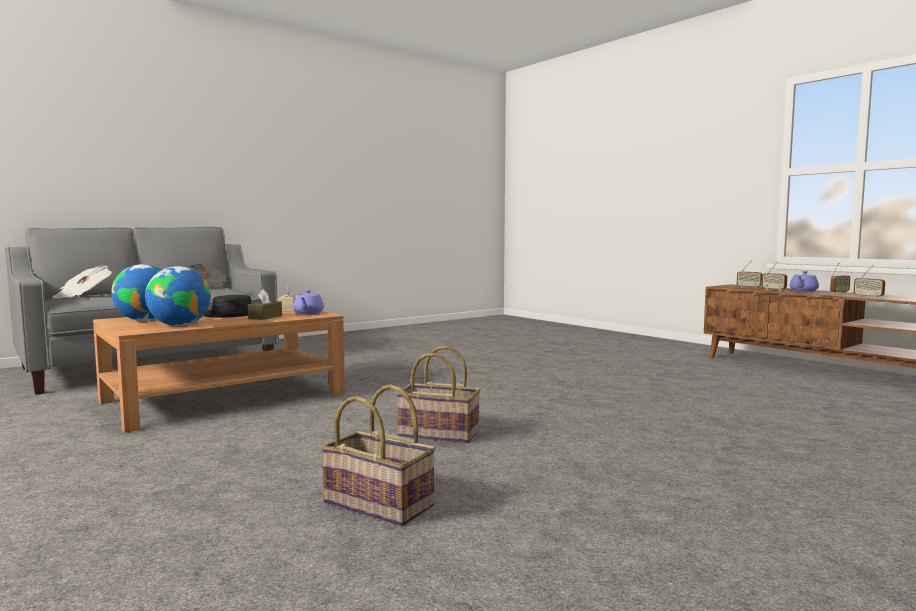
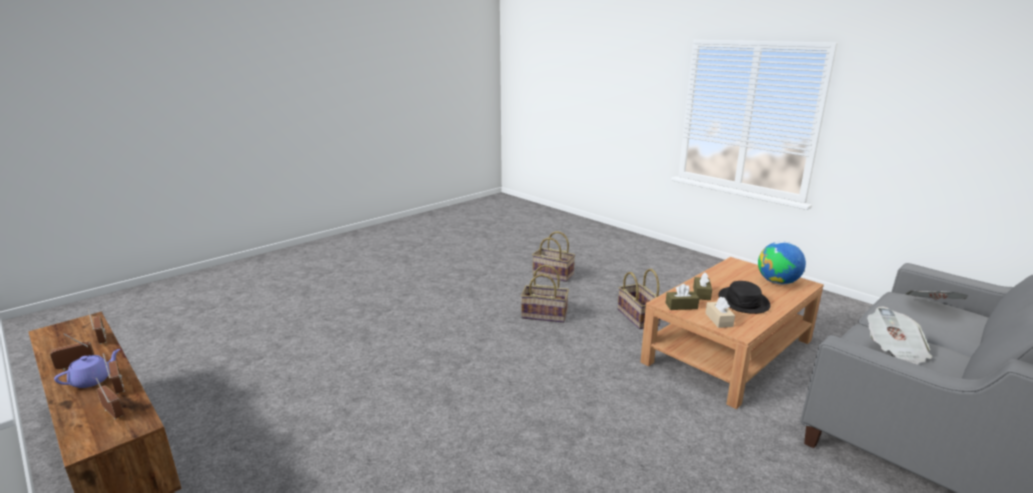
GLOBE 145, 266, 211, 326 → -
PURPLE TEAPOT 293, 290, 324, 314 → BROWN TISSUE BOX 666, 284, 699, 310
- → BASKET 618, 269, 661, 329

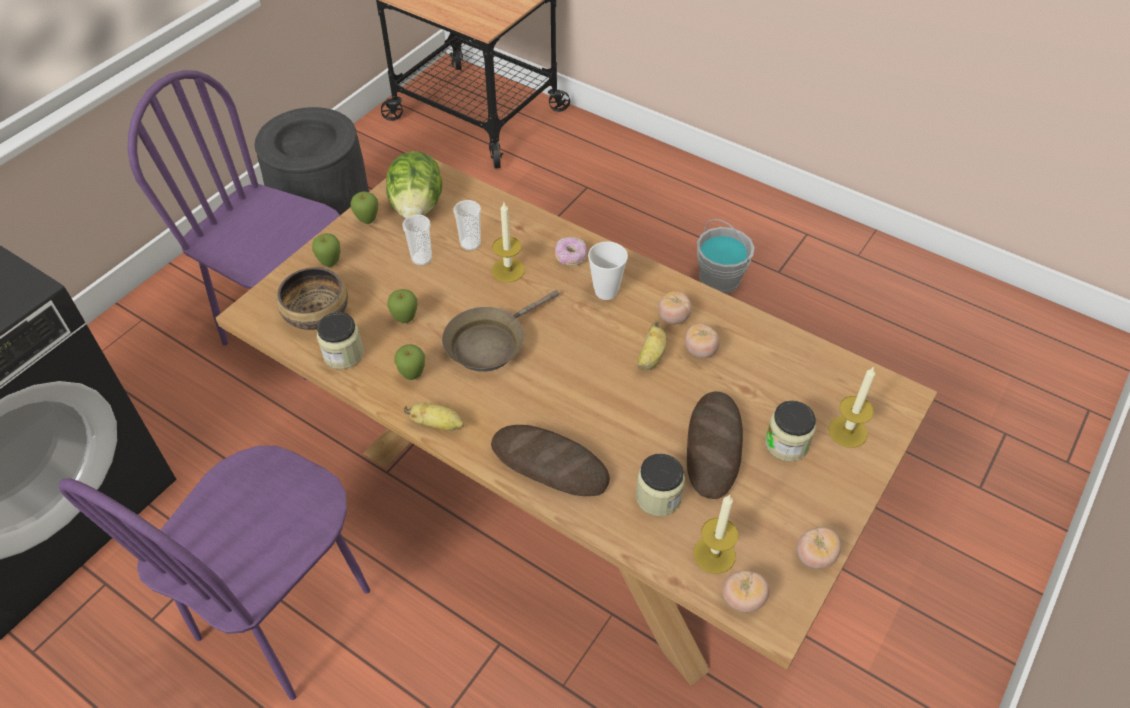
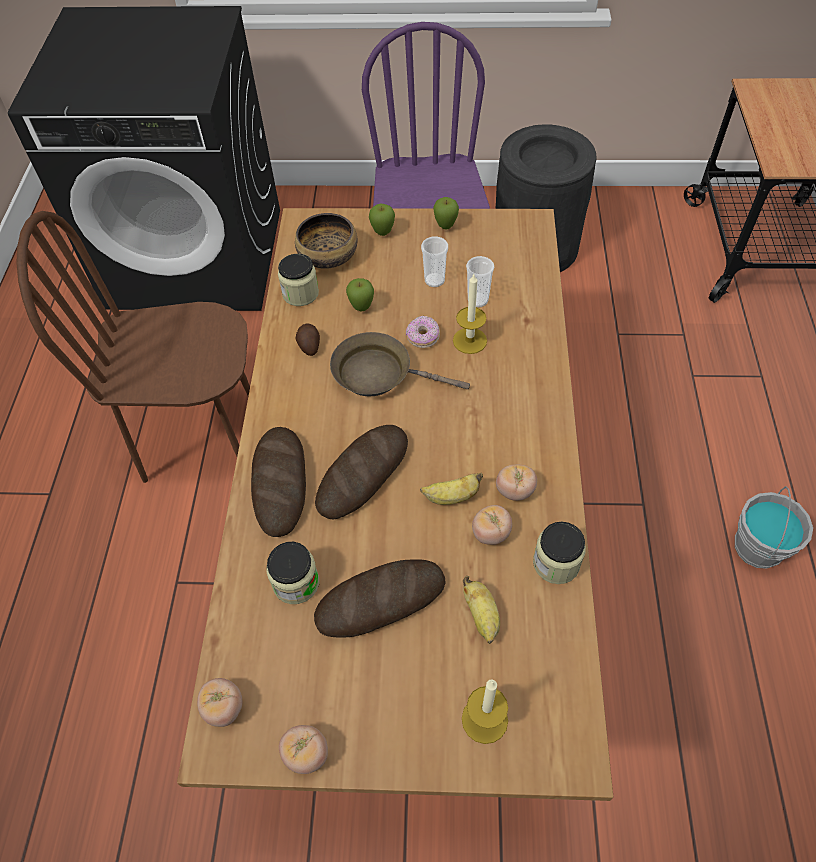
PURPLE CHAIR 58, 446, 370, 700 → BROWN CHAIR 16, 211, 250, 483
LETTUCE 386, 151, 442, 219 → -
APPLE 394, 344, 425, 380 → POTATO 296, 324, 320, 356
BANANA 404, 402, 464, 431 → BANANA 463, 576, 500, 644, relocated
DONUT 555, 237, 587, 266 → DONUT 406, 316, 440, 348, relocated
CUP 588, 241, 628, 300 → -
CANDLE 693, 494, 738, 574 → -
JAR 765, 401, 816, 461 → JAR 533, 521, 586, 584, relocated
- → BREAD 315, 425, 408, 519

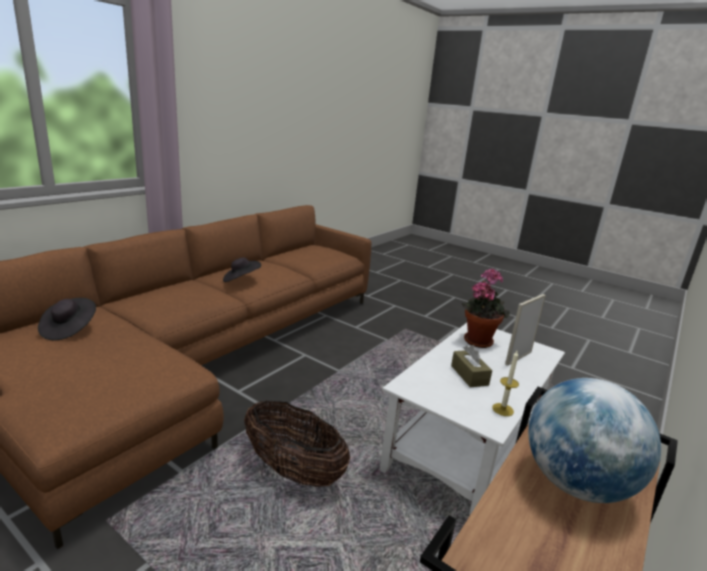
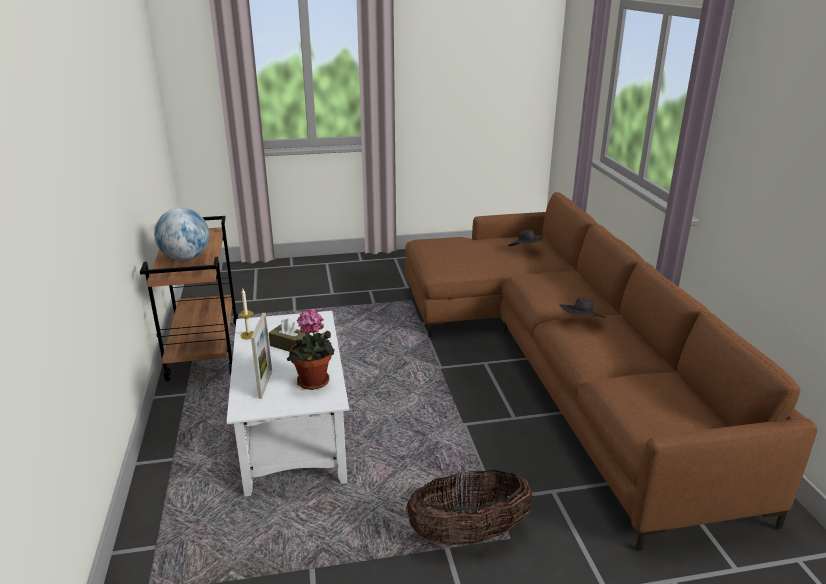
BASKET 244, 400, 350, 487 → BASKET 406, 469, 533, 545, relocated

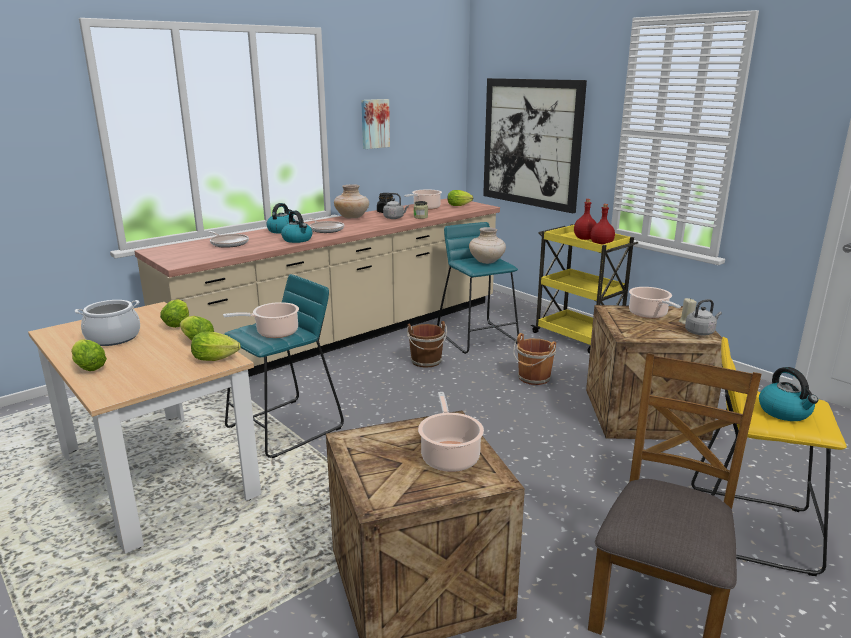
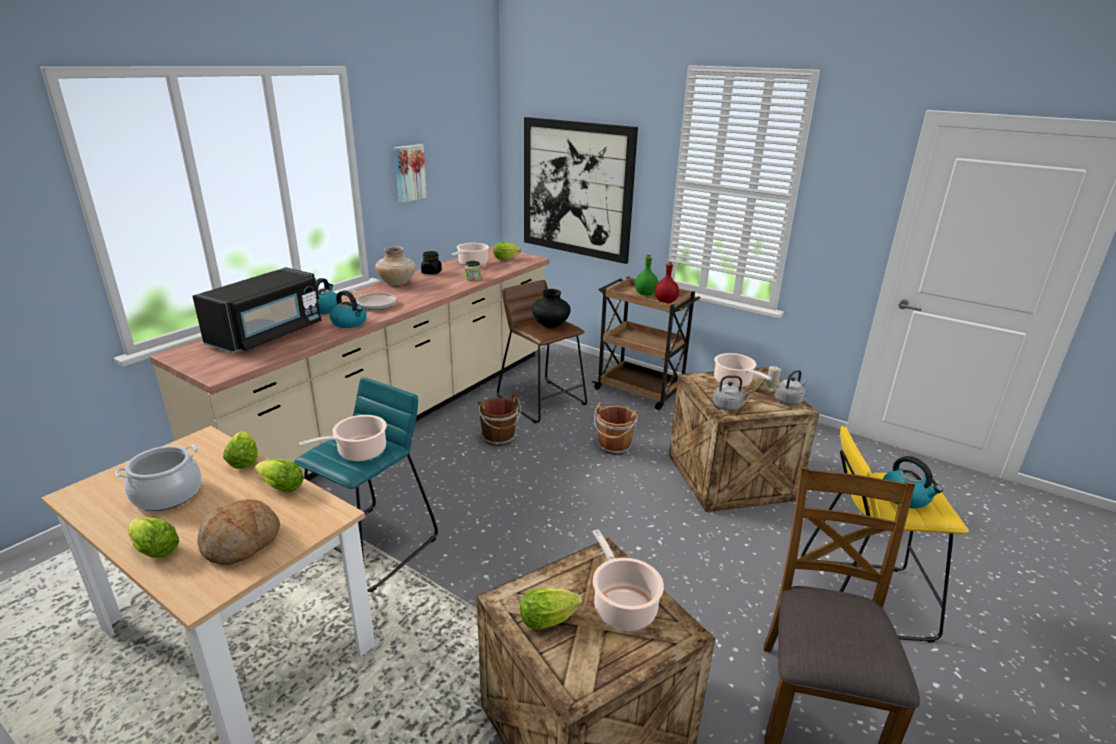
LETTUCE 191, 331, 240, 361 → LETTUCE 520, 588, 583, 630, relocated
FRYING PAN 209, 231, 249, 248 → BLACK MICROWAVE 193, 267, 322, 353
GREY KETTLE 383, 193, 409, 219 → GREY KETTLE 713, 375, 753, 411, relocated
TURQUOISE STOOL 437, 222, 519, 354 → BROWN STOOL 497, 280, 587, 423
BEIGE VASE 469, 227, 506, 264 → BLACK VASE 532, 289, 571, 328
YELLOW CART 531, 224, 638, 354 → BROWN CART 593, 277, 700, 410
RED BOTTLE 574, 199, 597, 240 → GREEN BOTTLE 635, 254, 658, 296
- → BREAD 197, 499, 280, 565

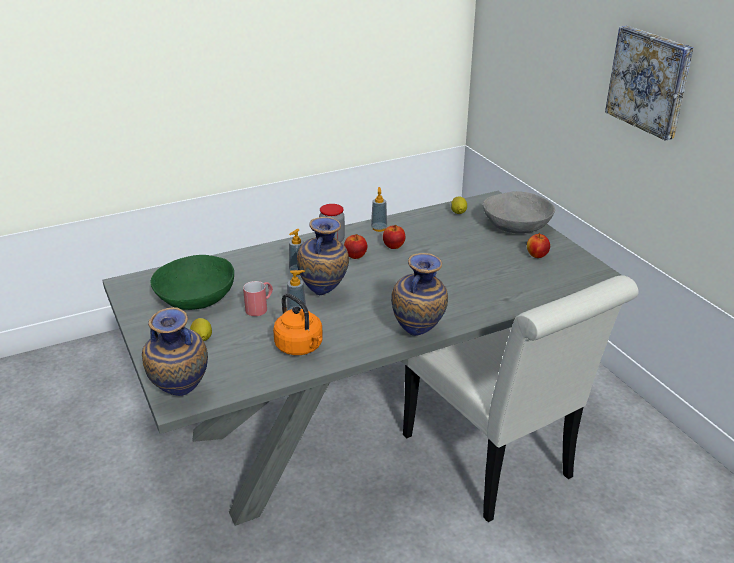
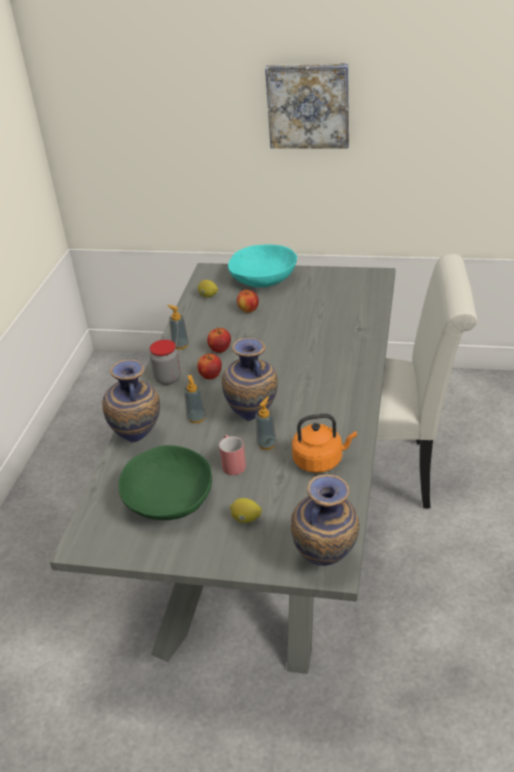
VASE 391, 253, 448, 336 → VASE 103, 360, 160, 443, relocated
GREY BOWL 483, 191, 555, 233 → TURQUOISE BOWL 228, 244, 297, 287
APPLE 527, 233, 550, 258 → APPLE 237, 289, 259, 313, relocated

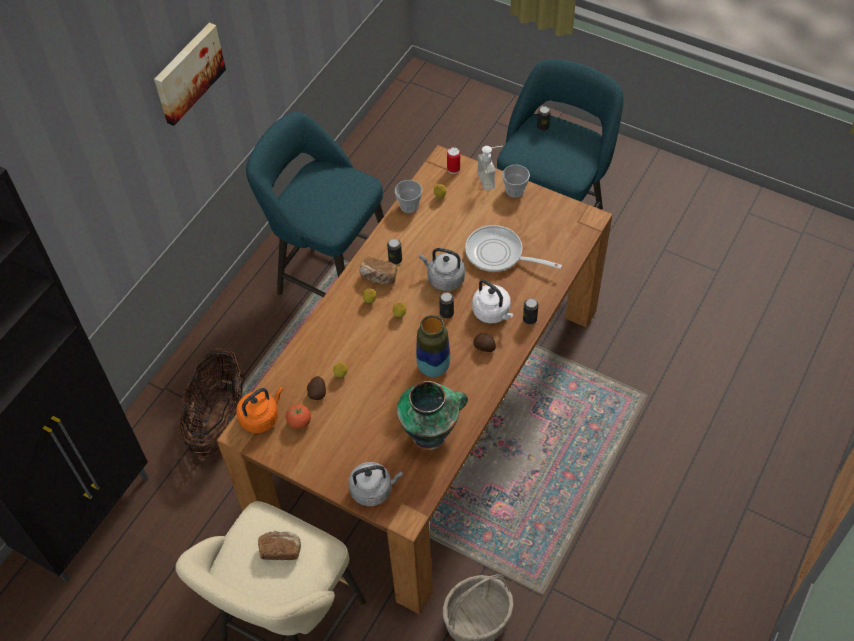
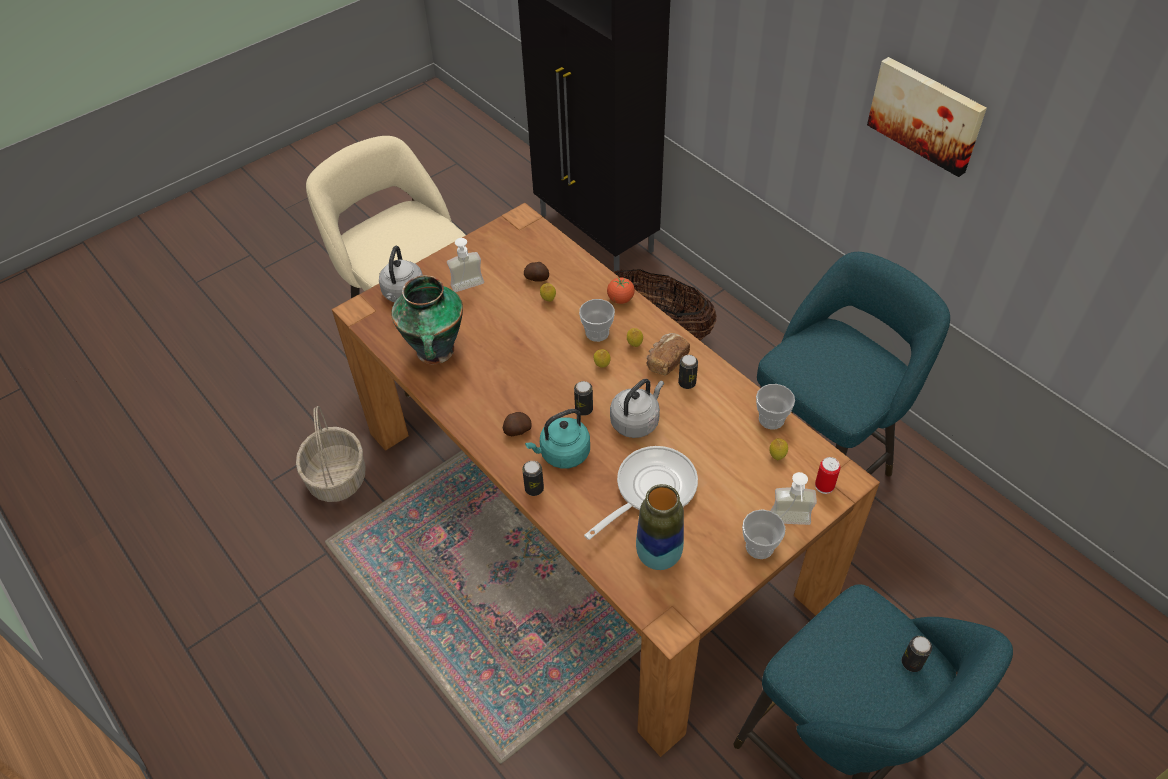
ORANGE KETTLE 236, 387, 283, 433 → -
BREAD 258, 531, 301, 560 → -
TOMATO 286, 404, 311, 429 → TOMATO 607, 278, 635, 304, relocated
VASE 416, 315, 450, 377 → VASE 636, 484, 684, 570, relocated
WHITE KETTLE 472, 279, 514, 323 → TURQUOISE KETTLE 525, 409, 590, 469
- → SOAP DISPENSER 447, 238, 484, 292
- → CUP 579, 299, 615, 342

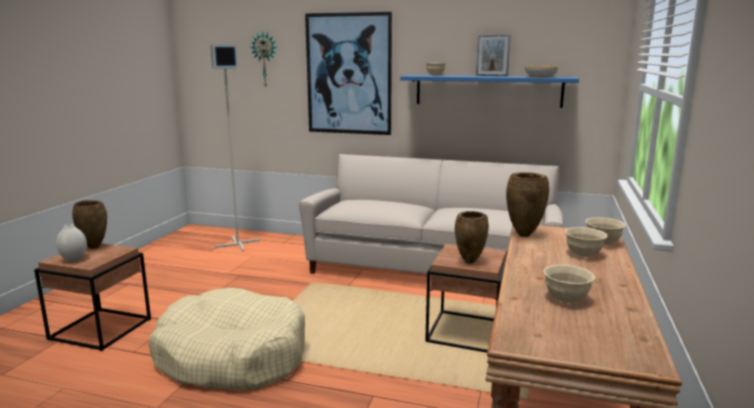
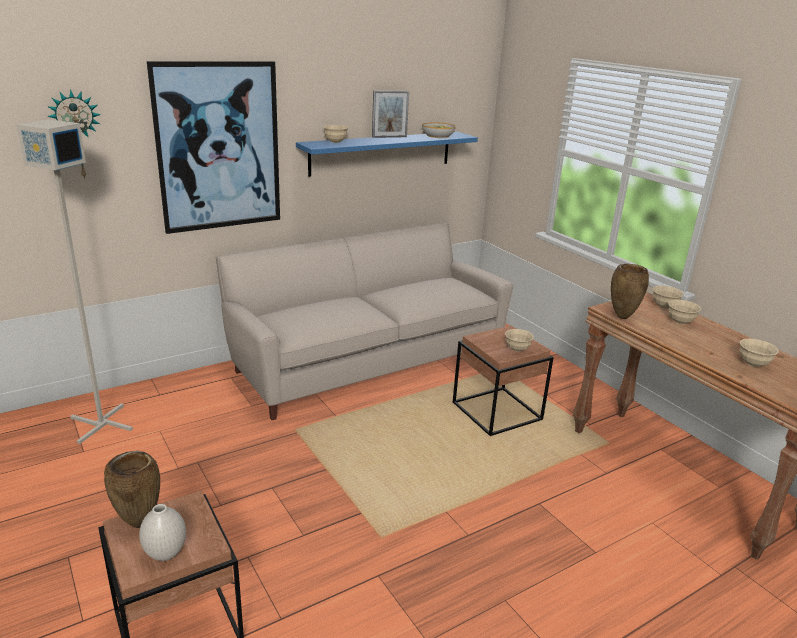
BEIGE DOG BED 149, 288, 305, 390 → -
BROWN VASE 455, 211, 489, 264 → BEIGE BOWL 505, 329, 534, 352

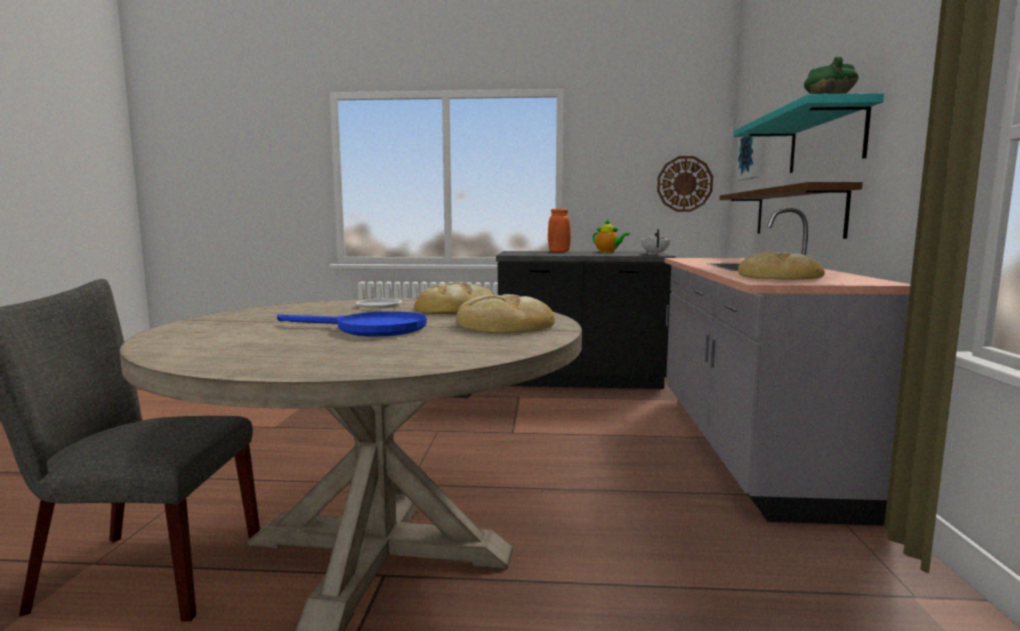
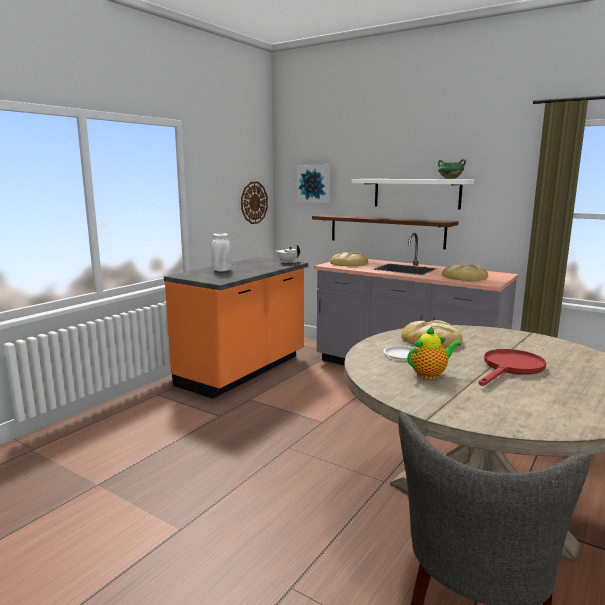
BLUE FRYING PAN 277, 311, 427, 337 → RED FRYING PAN 479, 349, 546, 386
BREAD 456, 294, 555, 333 → BREAD 330, 252, 368, 266, relocated
BLACK COUNTER 496, 251, 676, 389 → ORANGE COUNTER 164, 257, 308, 399
ORANGE VASE 548, 209, 571, 252 → WHITE VASE 211, 233, 232, 272
TEAPOT 592, 220, 630, 253 → TEAPOT 407, 326, 461, 379, relocated
TURQUOISE SHELF 733, 93, 884, 173 → WHITE SHELF 351, 179, 474, 210

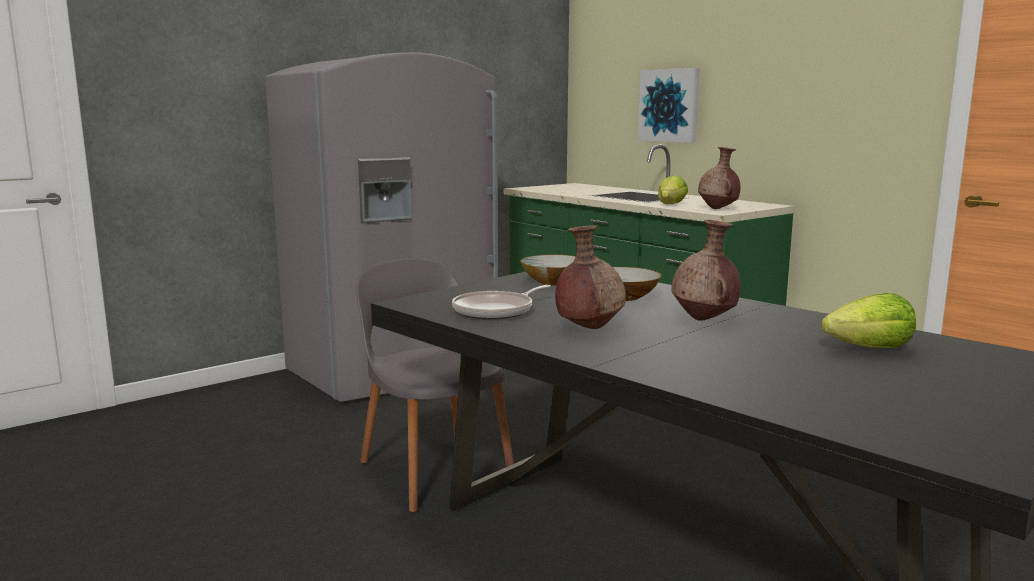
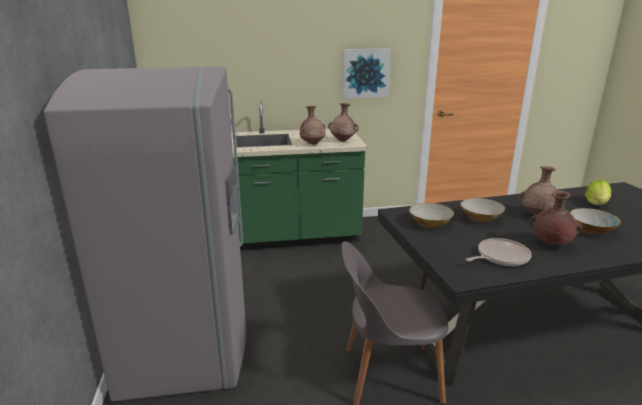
FRYING PAN 452, 285, 551, 320 → FRYING PAN 466, 238, 531, 266, 105 degrees counterclockwise
PICTURE 638, 68, 700, 143 → PICTURE 342, 49, 391, 99, relocated
LETTUCE 658, 175, 688, 204 → BROWN VASE 300, 106, 326, 145
- → BOWL 570, 208, 621, 234

